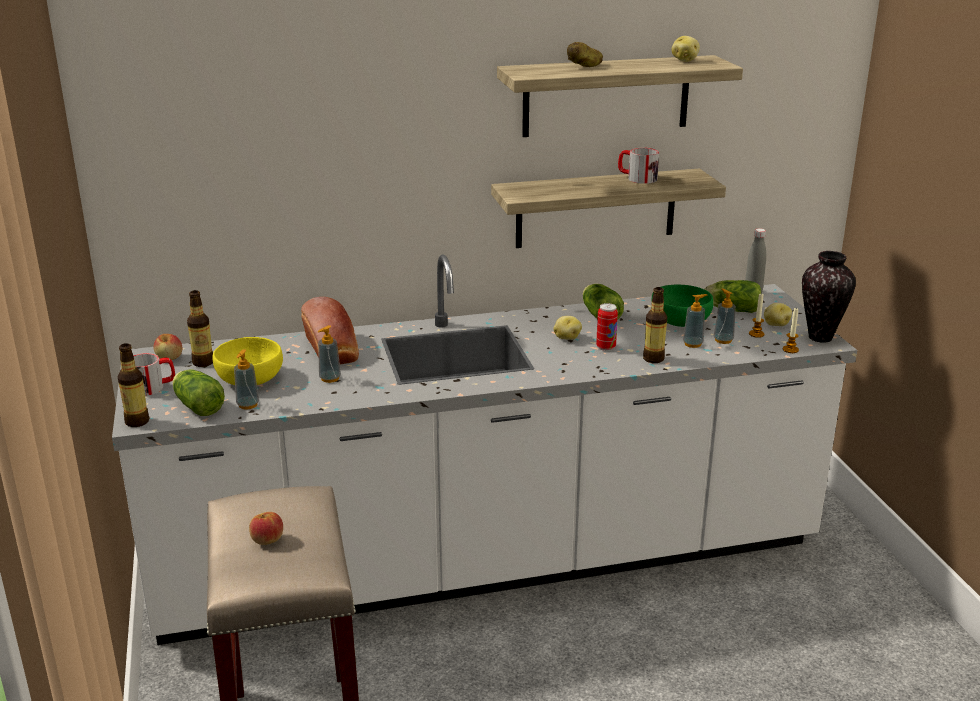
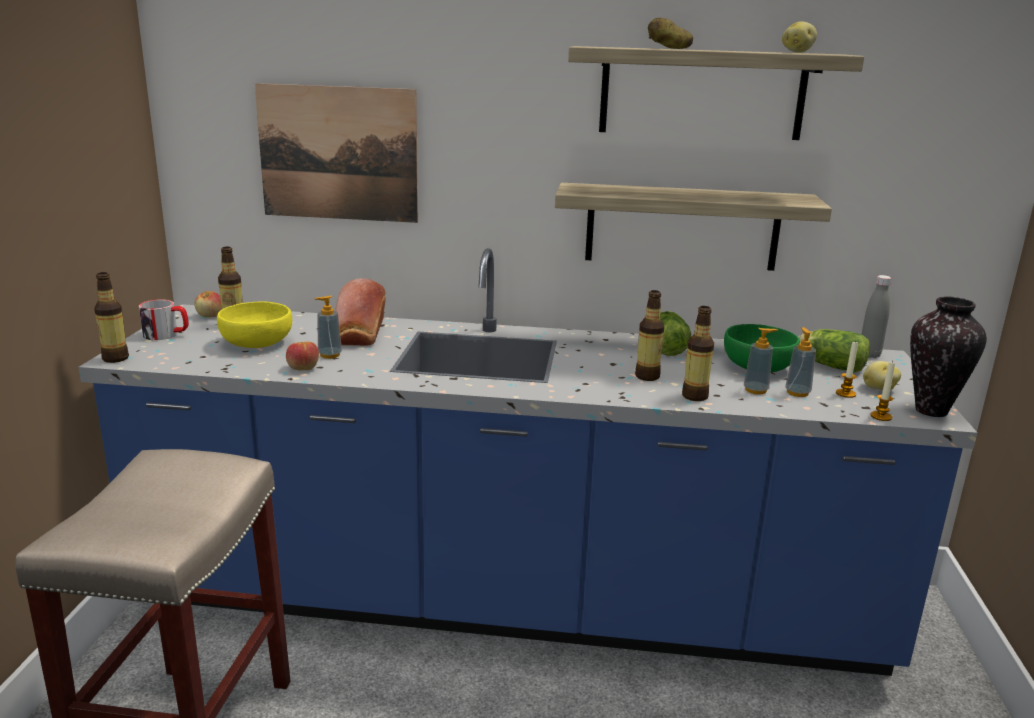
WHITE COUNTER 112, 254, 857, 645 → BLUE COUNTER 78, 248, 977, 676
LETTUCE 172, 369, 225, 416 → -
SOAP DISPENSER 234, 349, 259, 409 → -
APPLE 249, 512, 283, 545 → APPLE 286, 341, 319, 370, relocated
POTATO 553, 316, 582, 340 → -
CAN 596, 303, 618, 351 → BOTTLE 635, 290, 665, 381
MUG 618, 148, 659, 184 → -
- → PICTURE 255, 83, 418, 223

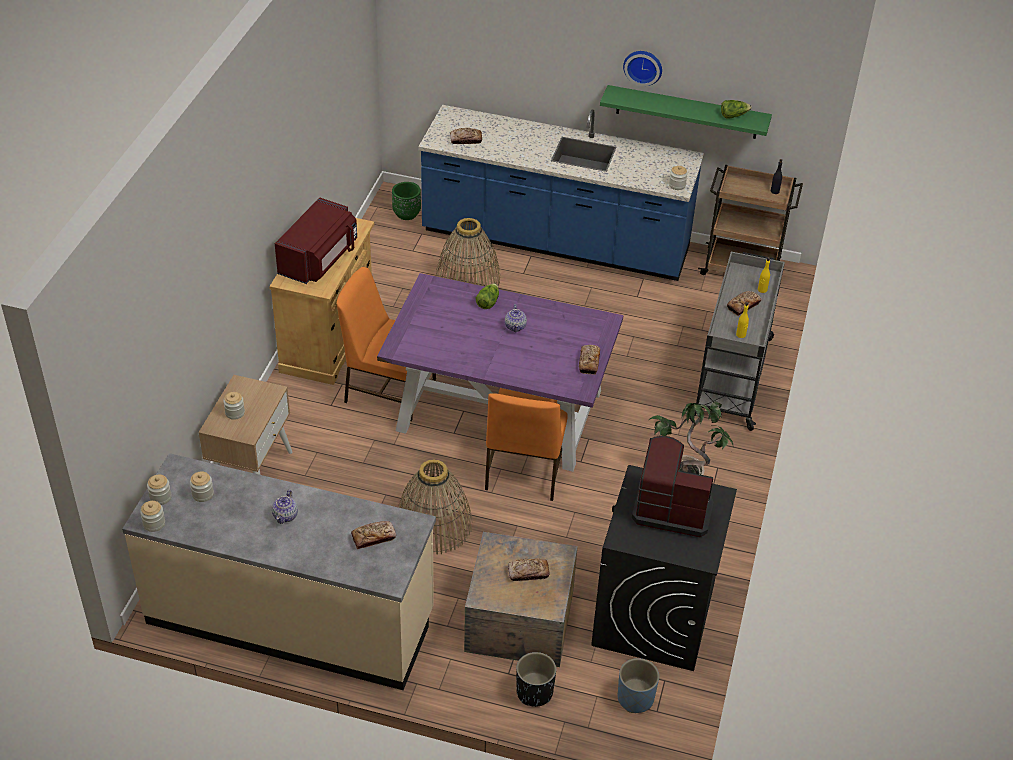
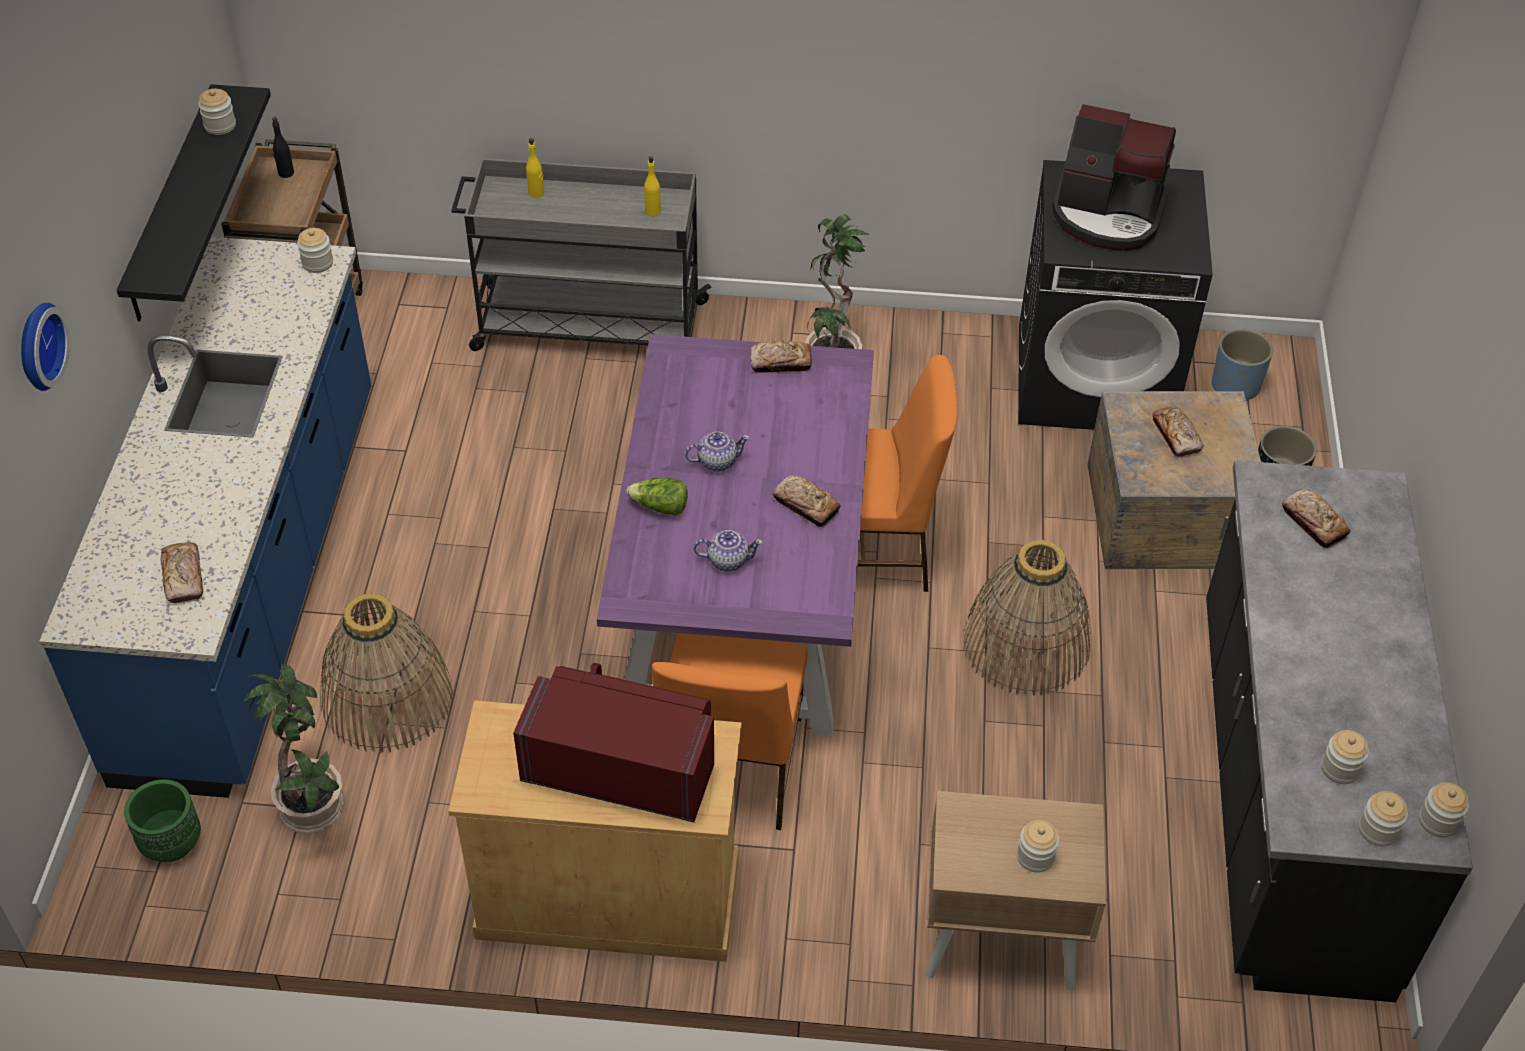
BEIGE COUNTER 122, 453, 436, 690 → BLACK COUNTER 1206, 460, 1473, 1002
TEAPOT 272, 490, 298, 524 → TEAPOT 694, 530, 763, 572, relocated
GREEN SHELF 600, 85, 772, 139 → BLACK SHELF 117, 84, 271, 321
WALL CLOCK 623, 51, 662, 86 → WALL CLOCK 21, 302, 70, 391, relocated
COFFEE MACHINE 632, 436, 713, 537 → COFFEE MACHINE 1052, 104, 1176, 251, 75 degrees counterclockwise
LETTUCE 721, 100, 752, 119 → JAR 198, 89, 236, 135
BREAD 727, 291, 762, 316 → BREAD 773, 475, 841, 527, relocated
- → POTTED PLANT 242, 664, 345, 834

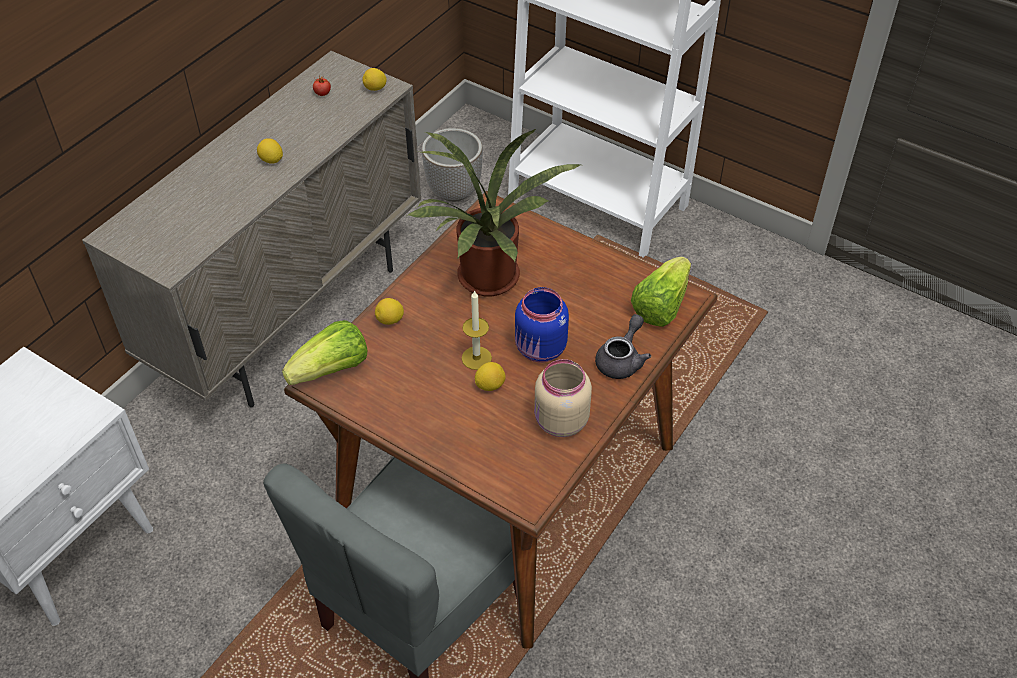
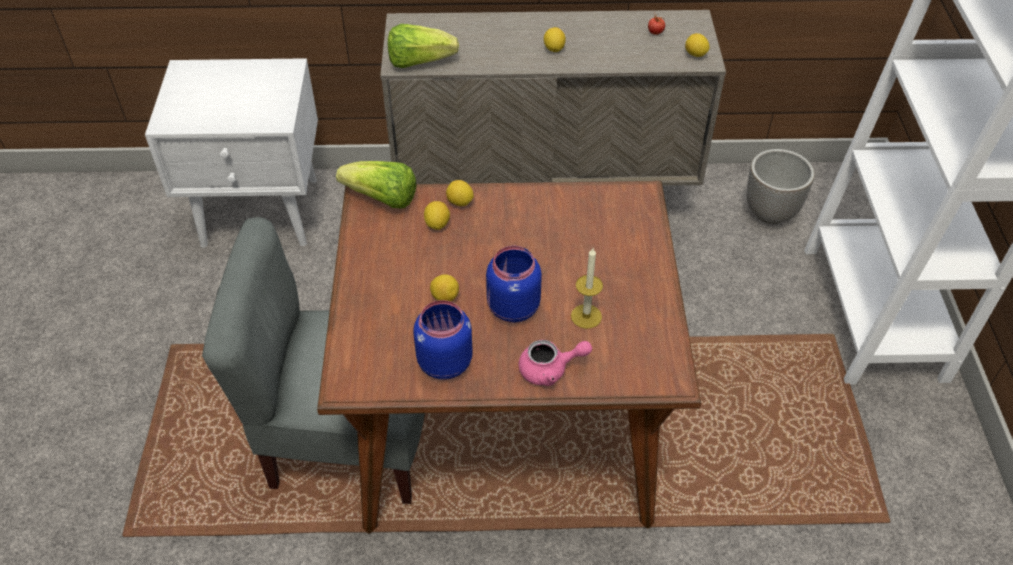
POTTED PLANT 407, 129, 580, 296 → -
CANDLE 462, 290, 492, 370 → CANDLE 571, 248, 603, 329, relocated
BEIGE JAR 534, 359, 592, 437 → BLUE JAR 413, 300, 472, 380
GREY TEAPOT 595, 314, 651, 379 → PINK TEAPOT 519, 340, 592, 386
LETTUCE 631, 257, 691, 327 → LETTUCE 388, 24, 459, 68, relocated
- → LEMON 424, 201, 450, 230

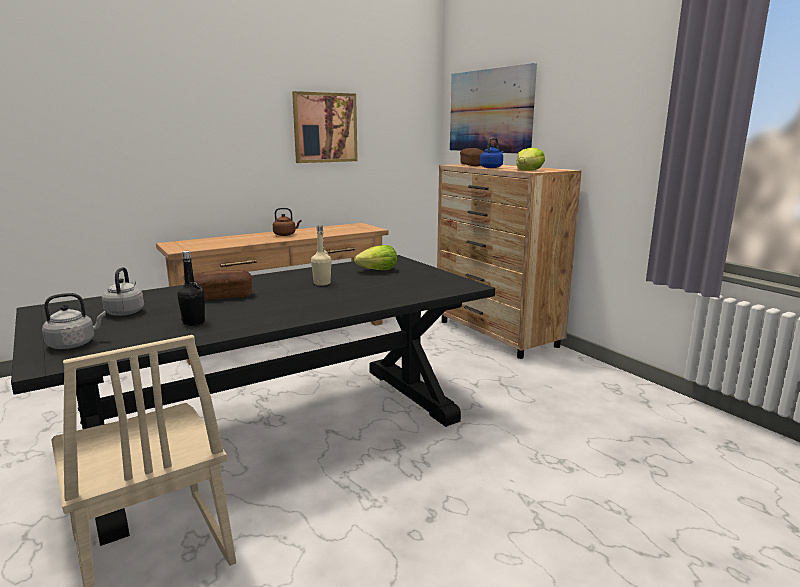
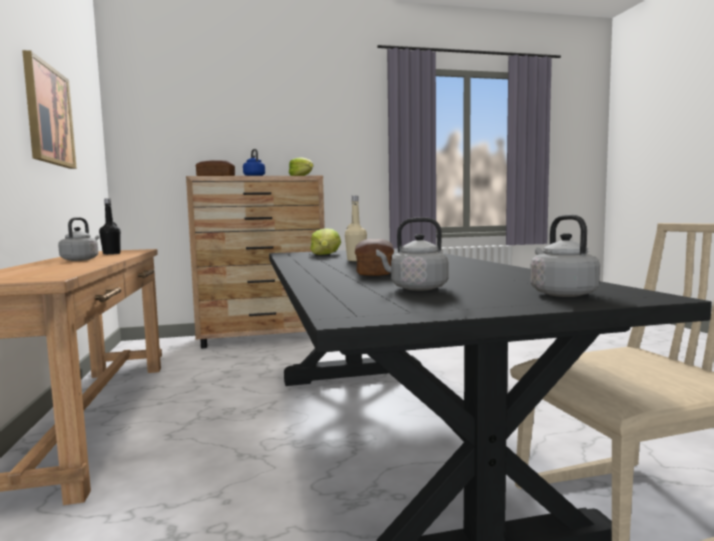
BLACK BOTTLE 177, 251, 205, 326 → BLACK BOTTLE 99, 199, 121, 255, relocated
BROWN KETTLE 273, 208, 302, 236 → GREY KETTLE 58, 217, 100, 261
PICTURE 450, 63, 537, 154 → -

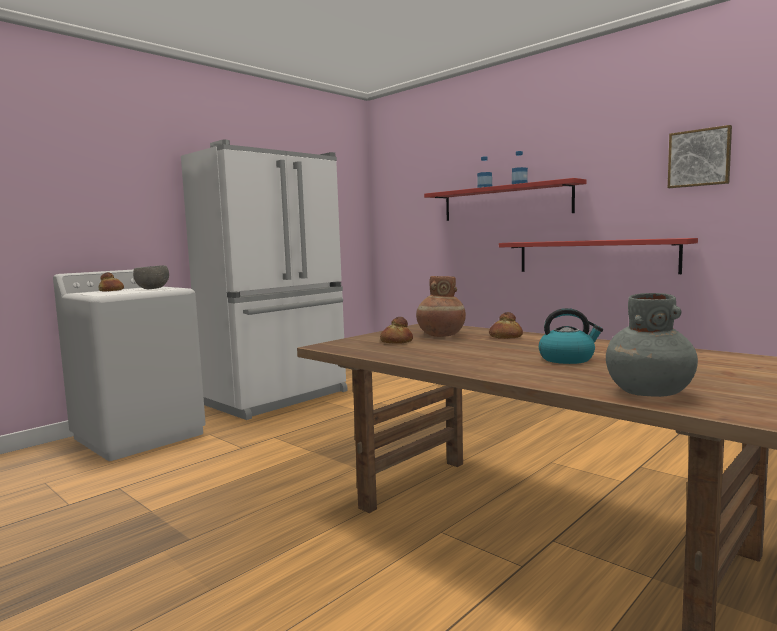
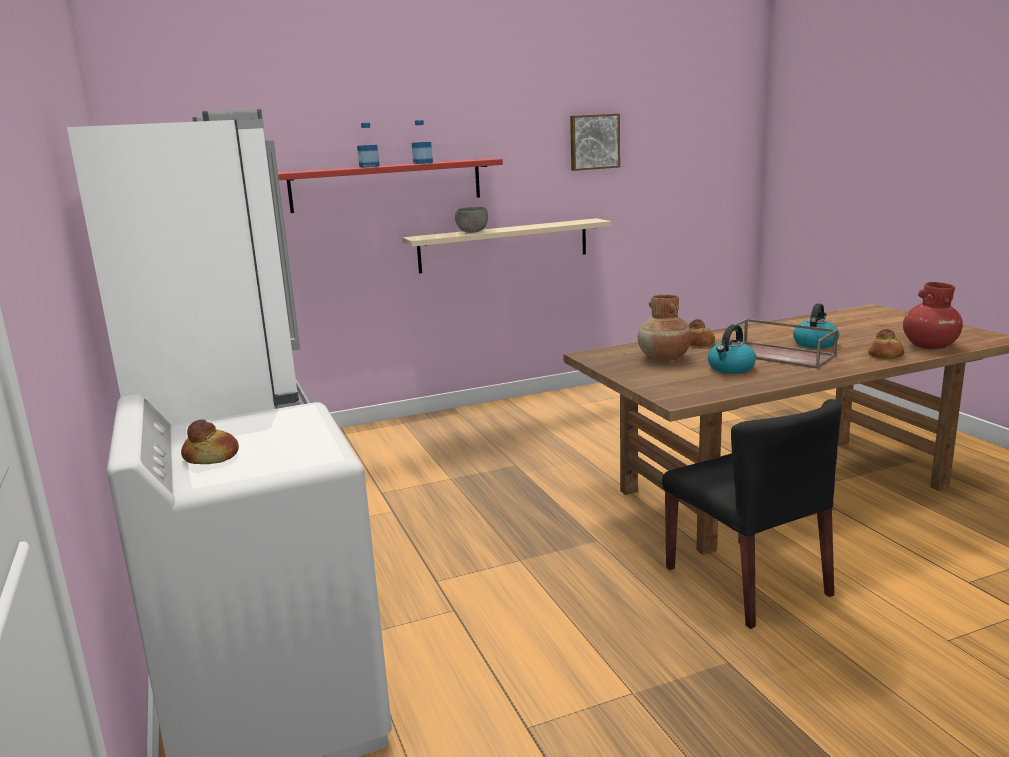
GREY BOWL 133, 265, 169, 289 → GREY BOWL 455, 207, 488, 233, relocated
BREAD 380, 317, 413, 344 → BREAD 868, 329, 904, 359, relocated
RED SHELF 499, 238, 698, 274 → BEIGE SHELF 403, 218, 611, 273
GREY VASE 606, 293, 698, 397 → RED VASE 903, 282, 963, 349
- → BLACK CHAIR 662, 399, 842, 629
- → KETTLE 708, 325, 756, 374
- → BROWN TRAY 725, 319, 839, 369

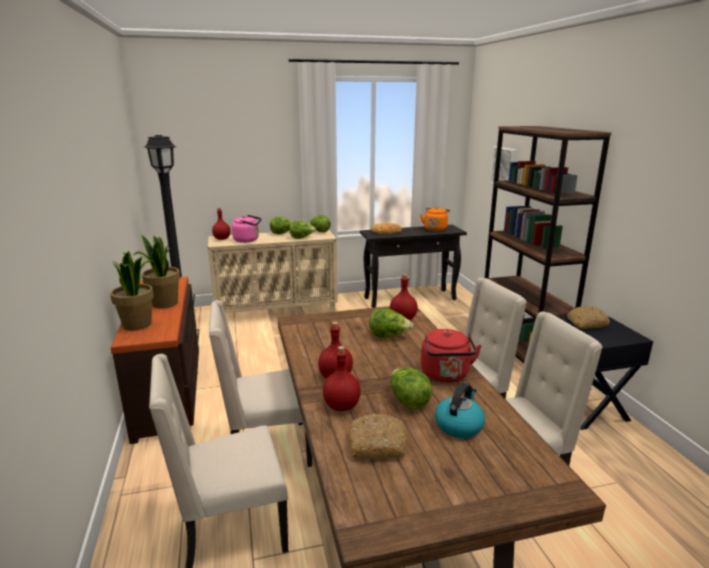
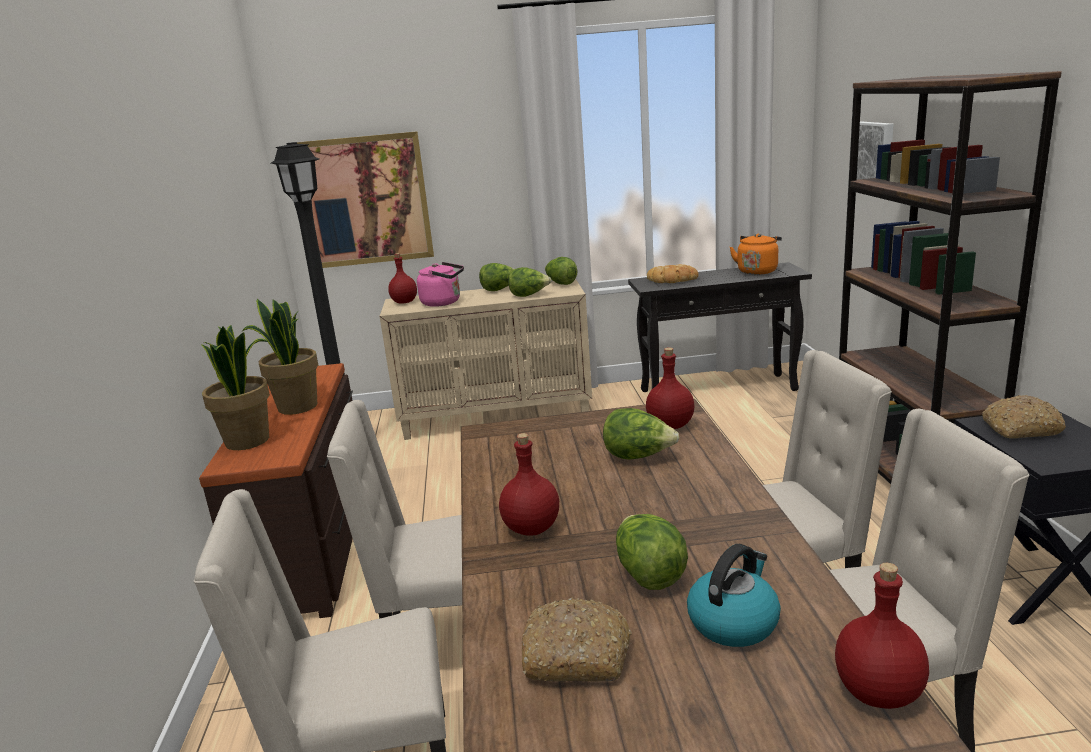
RED BOTTLE 323, 346, 361, 411 → RED BOTTLE 835, 563, 929, 709, relocated
RED KETTLE 421, 329, 482, 382 → -
- → PICTURE 297, 131, 434, 268

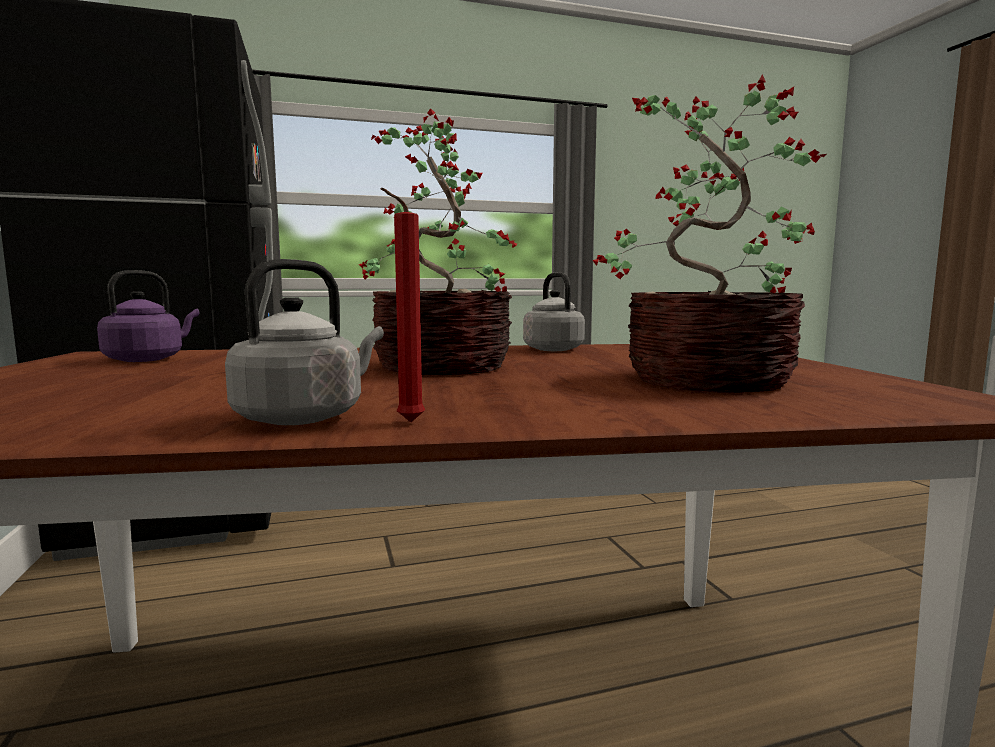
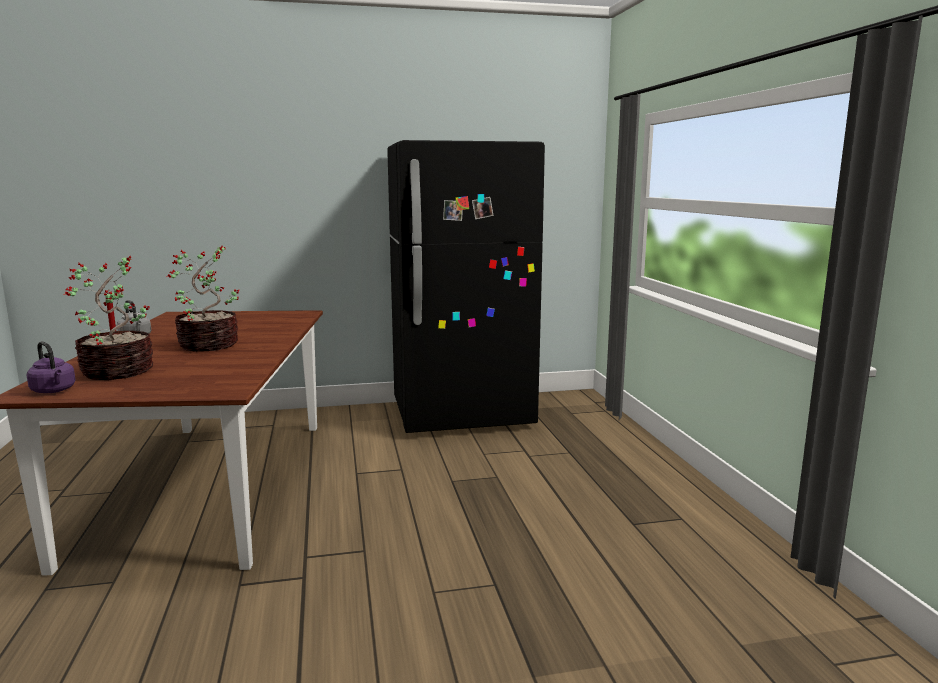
PURPLE KETTLE 97, 270, 199, 362 → PURPLE KETTLE 27, 341, 76, 393, relocated
GREY KETTLE 523, 272, 585, 351 → -

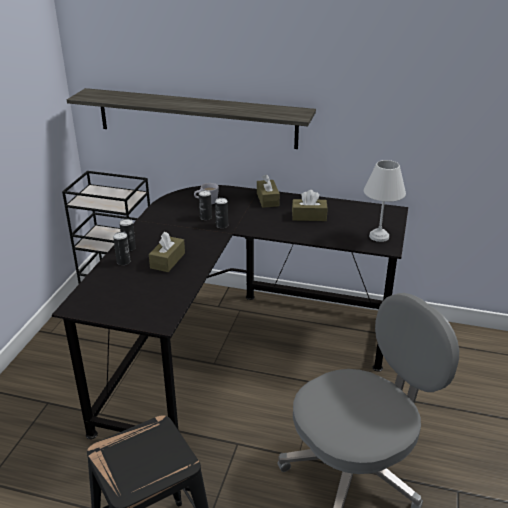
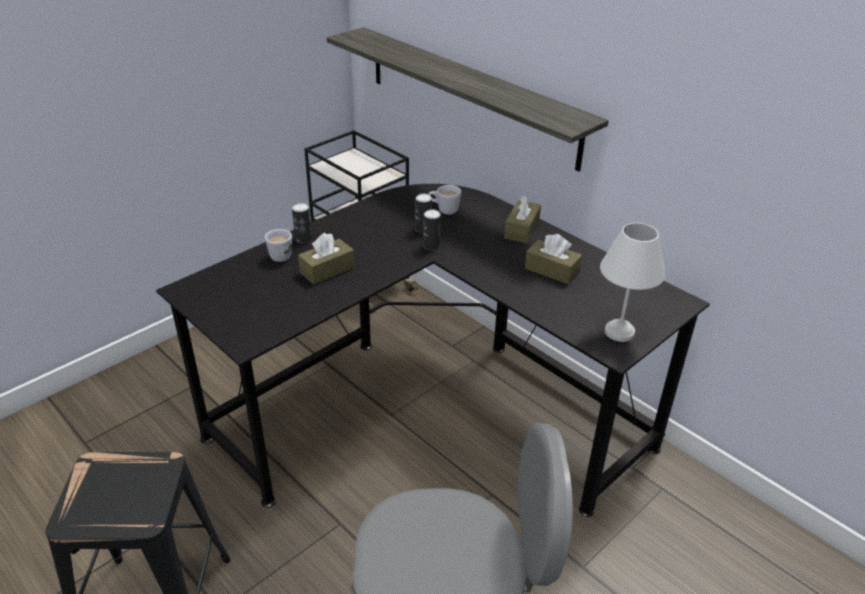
CAN 113, 232, 130, 265 → WHITE MUG 265, 229, 292, 262

